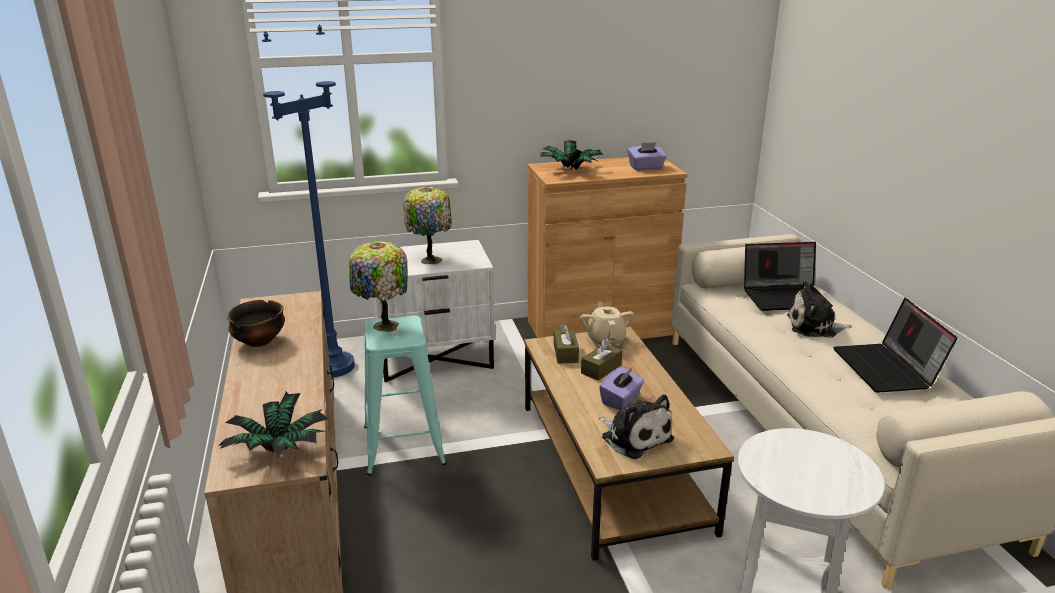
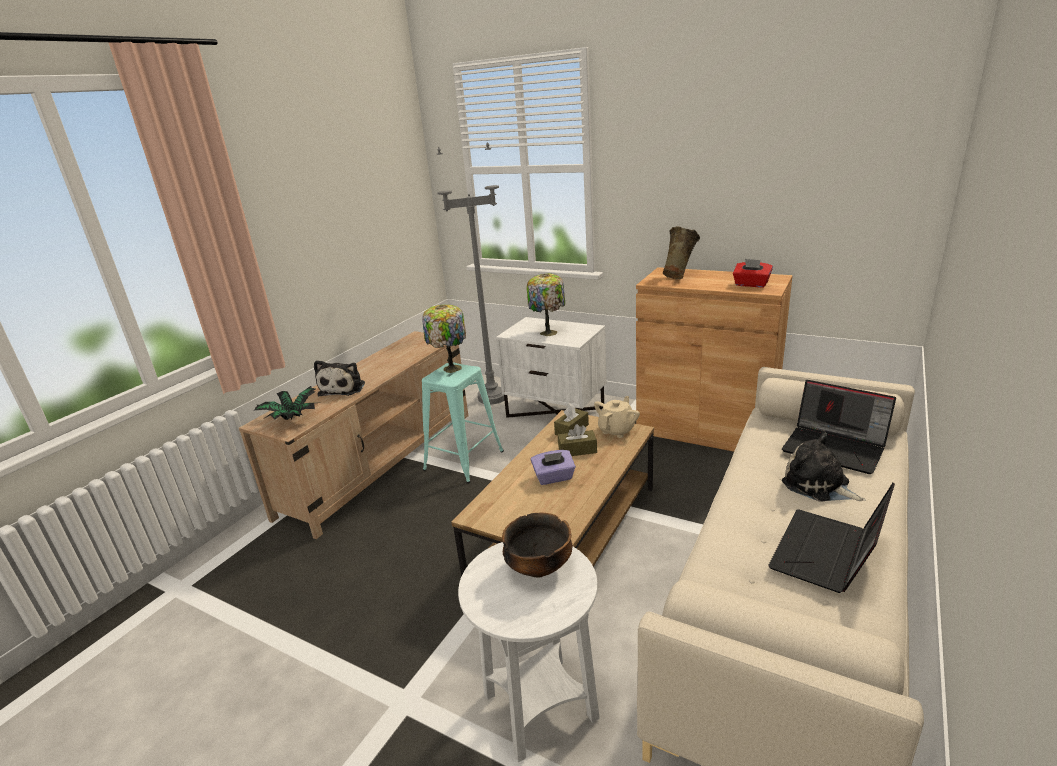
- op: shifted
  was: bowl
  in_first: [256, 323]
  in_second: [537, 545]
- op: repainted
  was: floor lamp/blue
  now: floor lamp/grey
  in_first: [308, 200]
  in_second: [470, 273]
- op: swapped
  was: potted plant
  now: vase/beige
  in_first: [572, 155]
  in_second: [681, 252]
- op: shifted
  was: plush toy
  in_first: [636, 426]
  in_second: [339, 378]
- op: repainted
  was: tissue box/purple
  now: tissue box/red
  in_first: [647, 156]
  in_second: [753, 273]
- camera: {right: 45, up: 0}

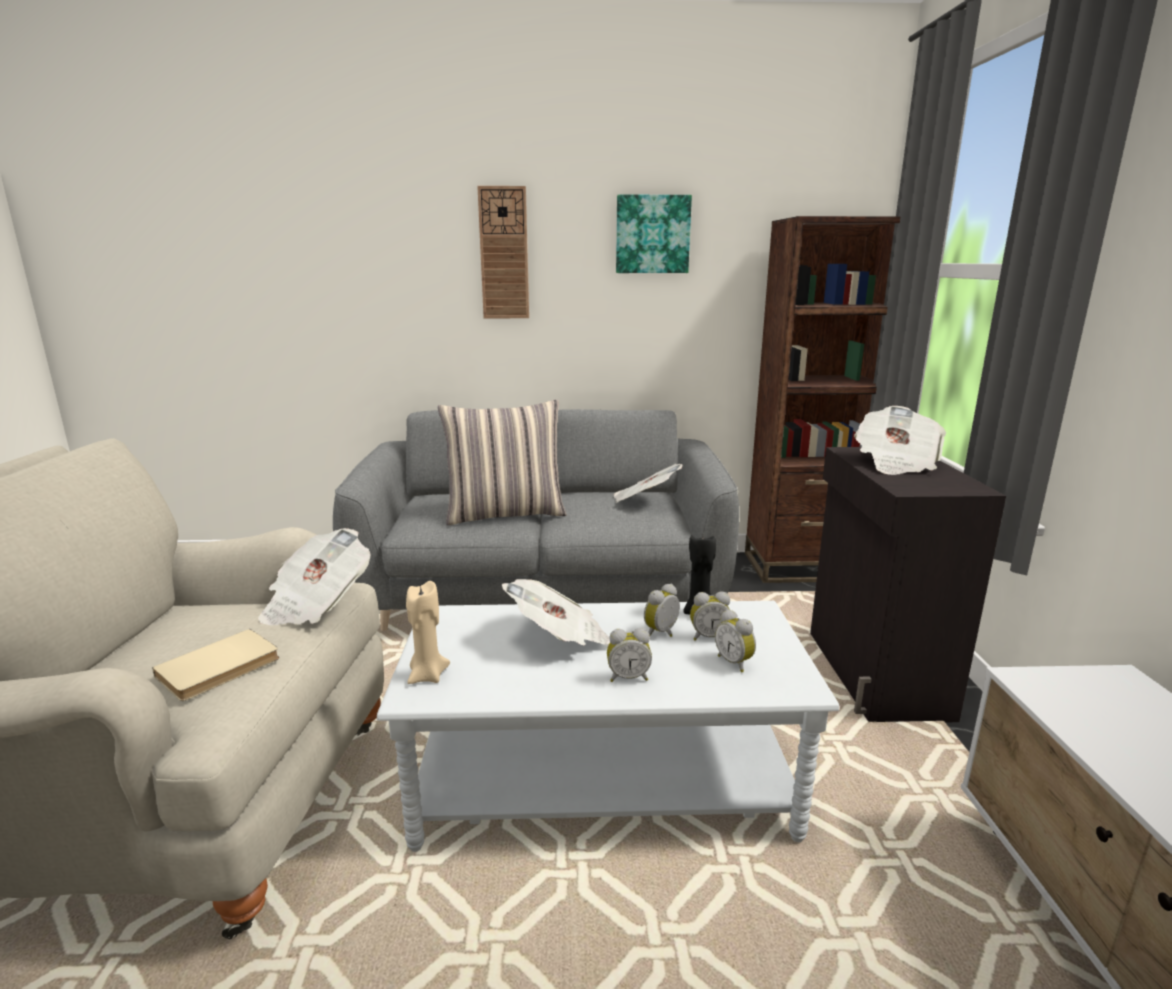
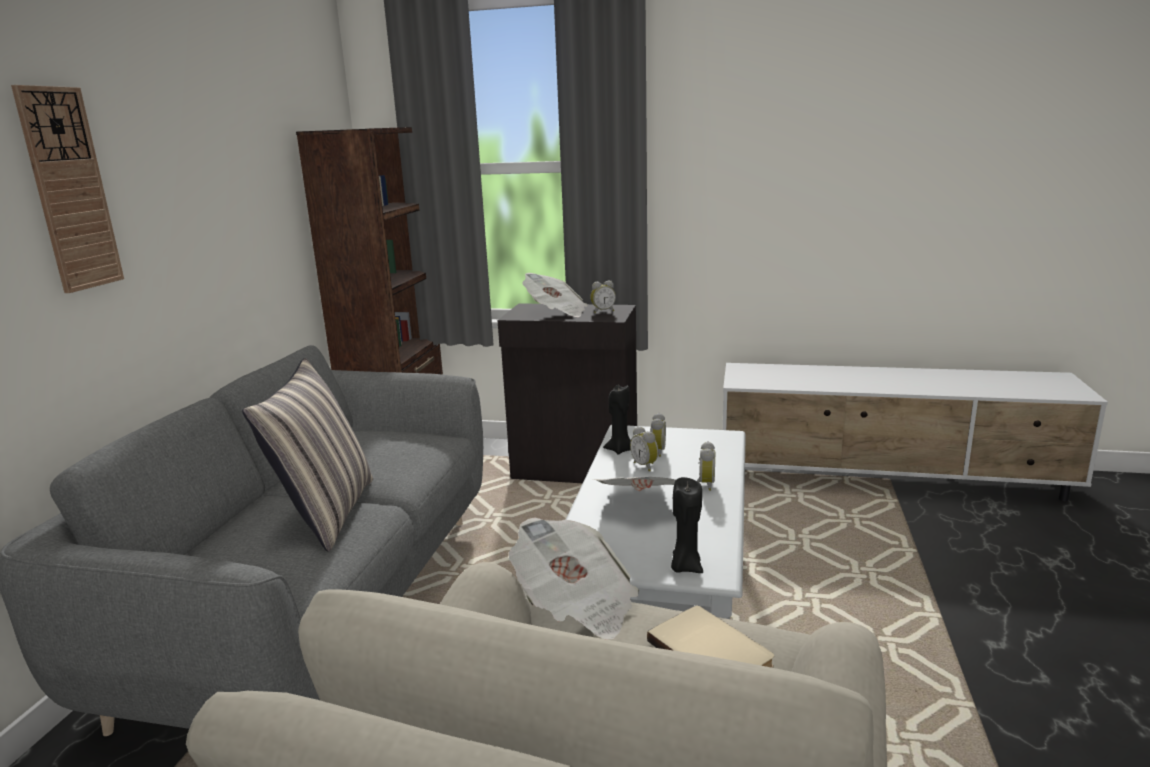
- op: repainted
  was: candle/beige
  now: candle/black
  in_first: [428, 632]
  in_second: [687, 525]
- op: gone
  was: newspaper
  in_first: [648, 483]
- op: gone
  was: picture
  in_first: [654, 234]
- op: shifted
  was: alarm clock
  in_first: [735, 640]
  in_second: [603, 296]
- camera: {right: -75, up: 0}

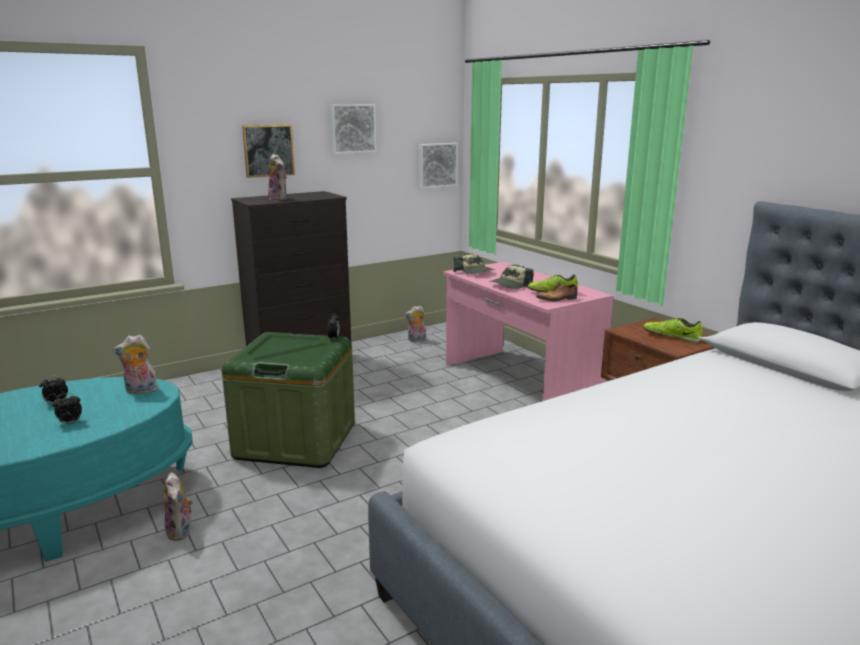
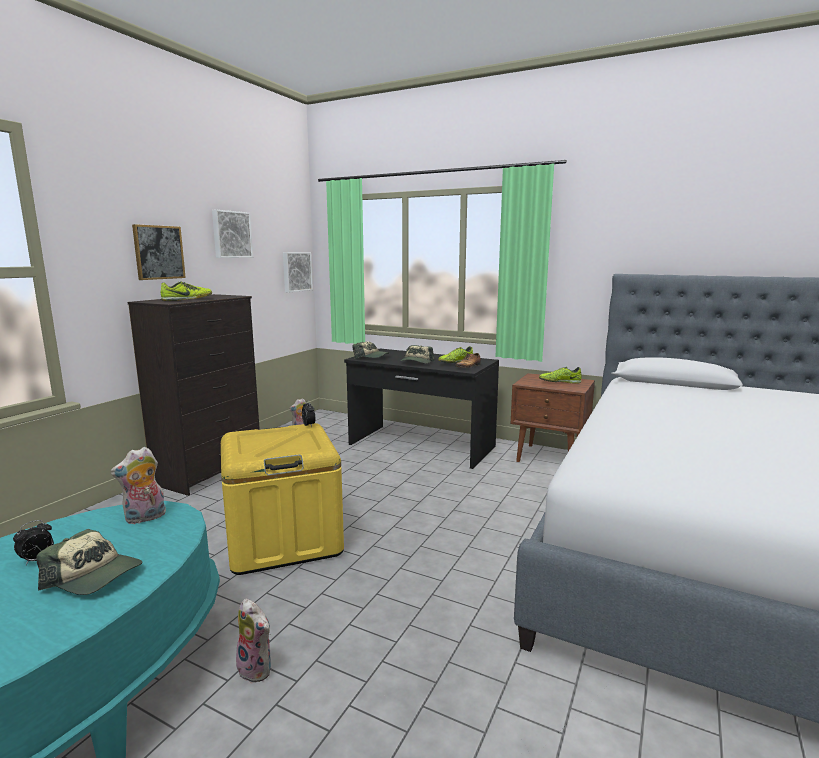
- op: swapped
  was: alarm clock
  now: cap
  in_first: [67, 409]
  in_second: [89, 562]
- op: repainted
  was: storage box/green
  now: storage box/yellow
  in_first: [288, 400]
  in_second: [282, 499]
- op: swapped
  was: plush toy
  now: shoe
  in_first: [277, 177]
  in_second: [186, 291]
- op: repainted
  was: desk/pink
  now: desk/black
  in_first: [528, 331]
  in_second: [421, 409]
- camera: {right: -30, up: -5}

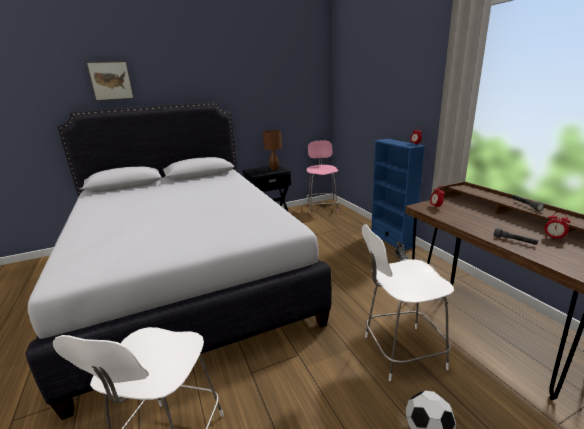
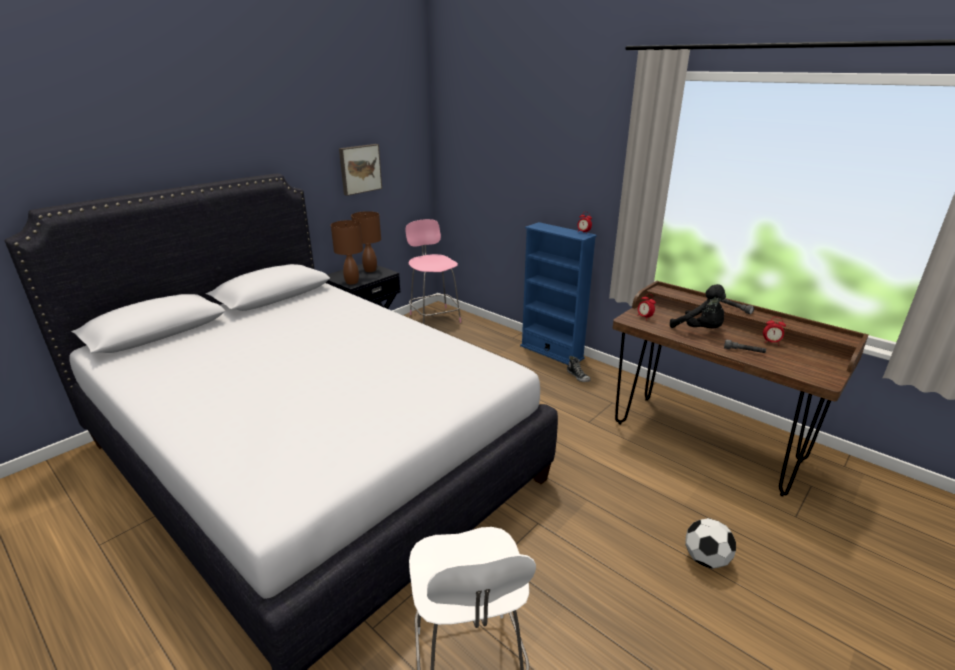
- op: shifted
  was: picture
  in_first: [110, 81]
  in_second: [360, 170]
- op: gone
  was: chair/white
  in_first: [408, 302]
- op: new
  now: table lamp/brown
  in_second: [347, 252]
- op: new
  now: plush toy/black
  in_second: [698, 306]
- camera: {right: -25, up: 5}

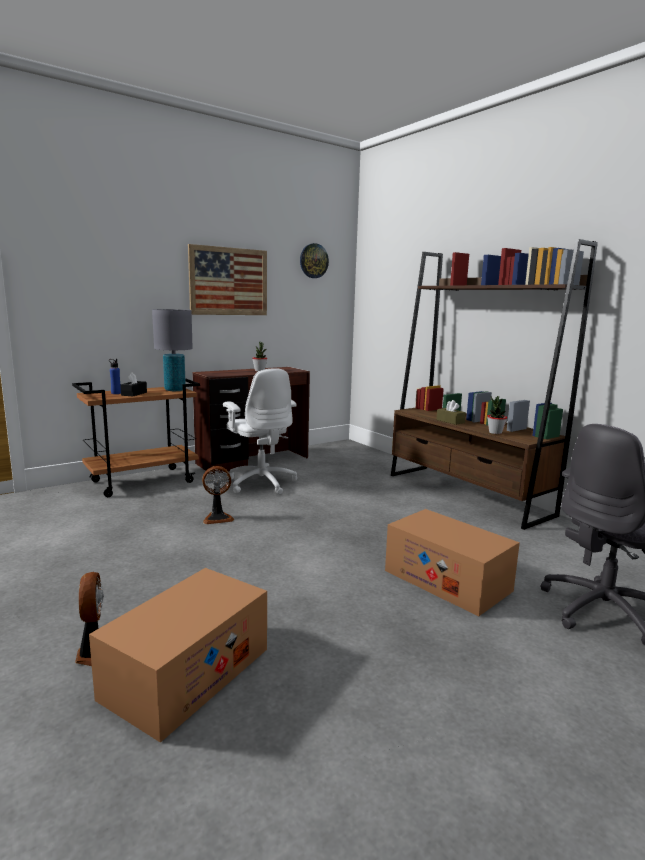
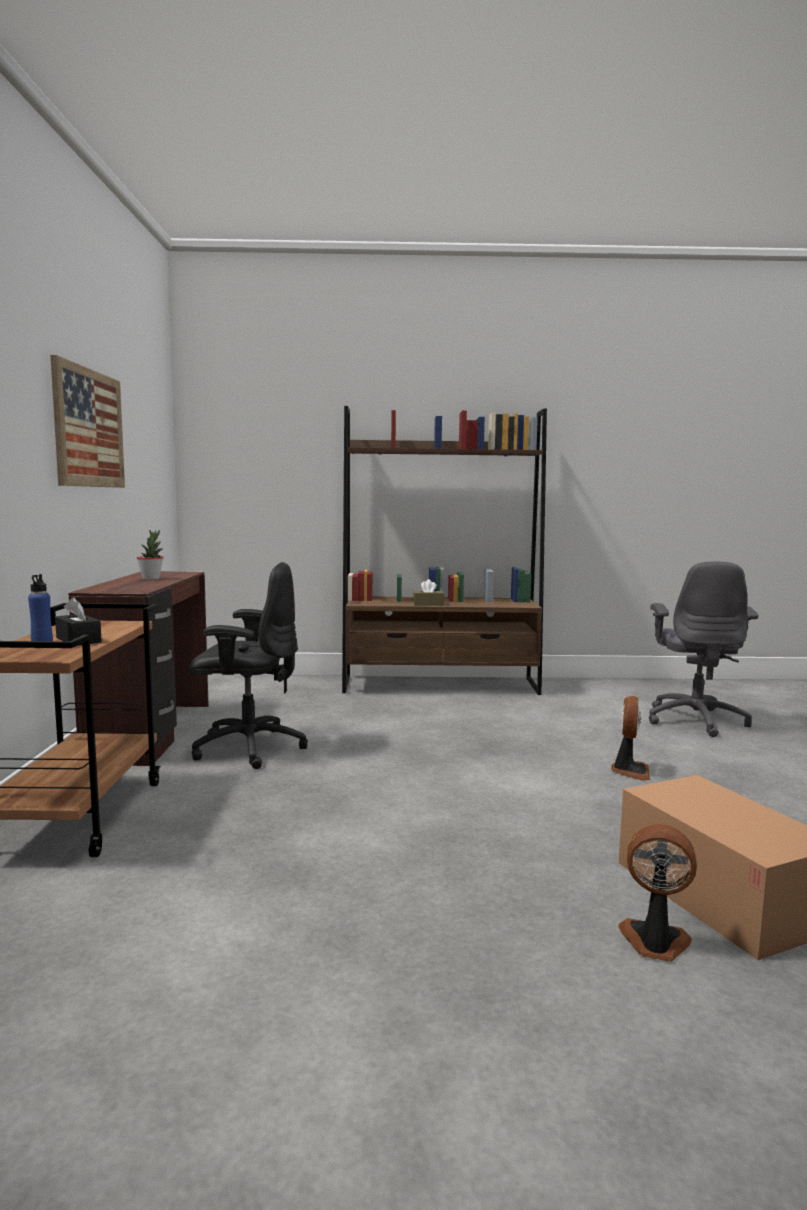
- op: gone
  was: table lamp/grey
  in_first: [172, 350]
- op: shifted
  was: fan
  in_first: [218, 495]
  in_second: [630, 738]
- op: repainted
  was: office chair/white
  now: office chair/black
  in_first: [260, 431]
  in_second: [248, 665]
- op: gone
  was: wall clock
  in_first: [314, 260]
- op: gone
  was: cardboard box
  in_first: [452, 562]
- op: gone
  was: potted plant
  in_first: [497, 415]
- camera: {right: -55, up: -5}

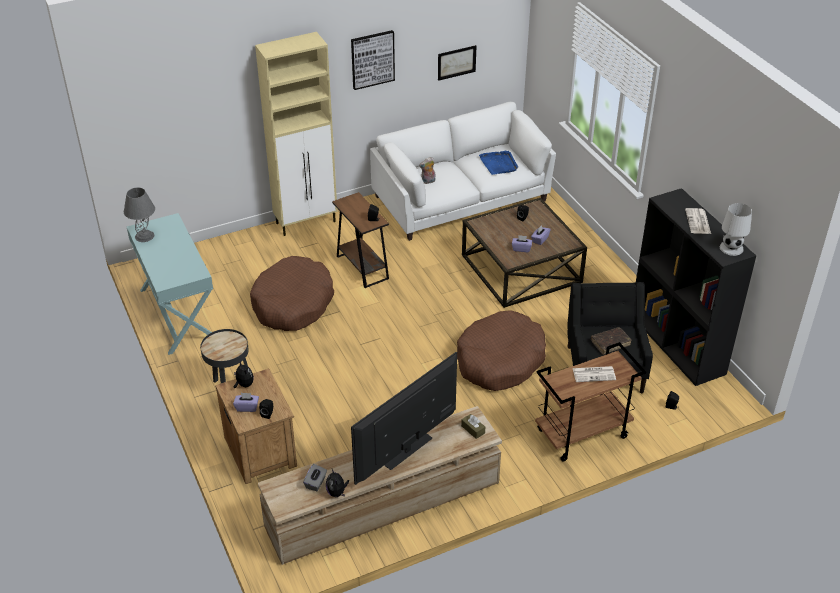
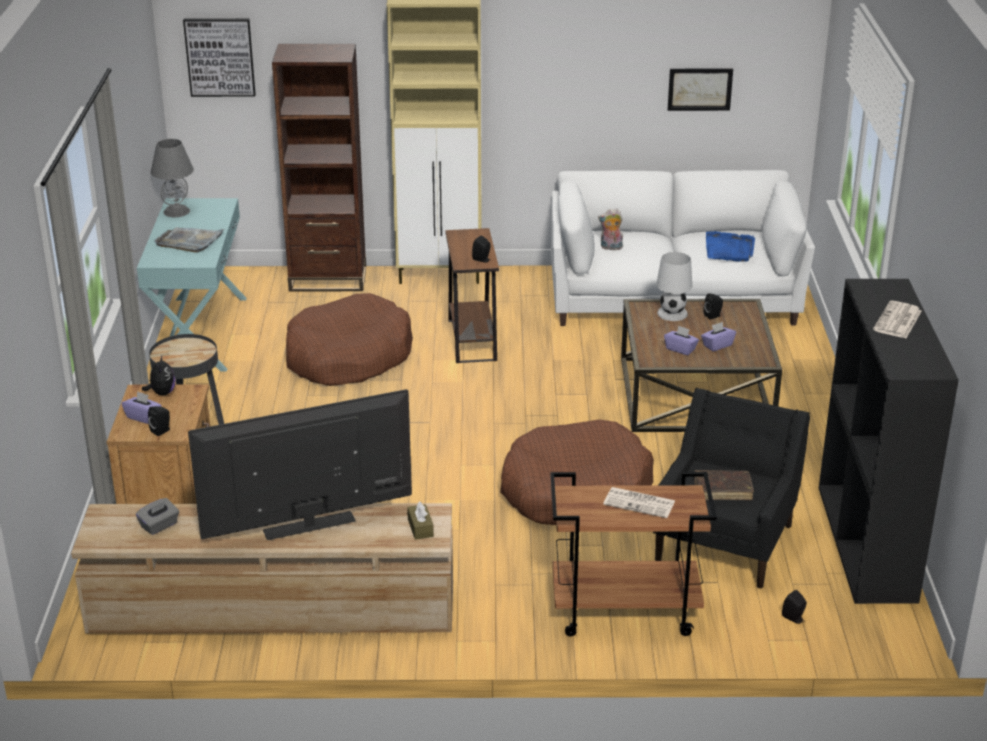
- op: gone
  was: plush toy
  in_first: [337, 483]
- op: shifted
  was: picture
  in_first: [373, 60]
  in_second: [219, 57]
- op: shifted
  was: table lamp/white
  in_first: [736, 229]
  in_second: [674, 286]
- op: new
  now: tray/grey
  in_second: [189, 240]
- op: new
  now: bookcase/brown
  in_second: [319, 167]
- camera: {right: 25, up: -10}

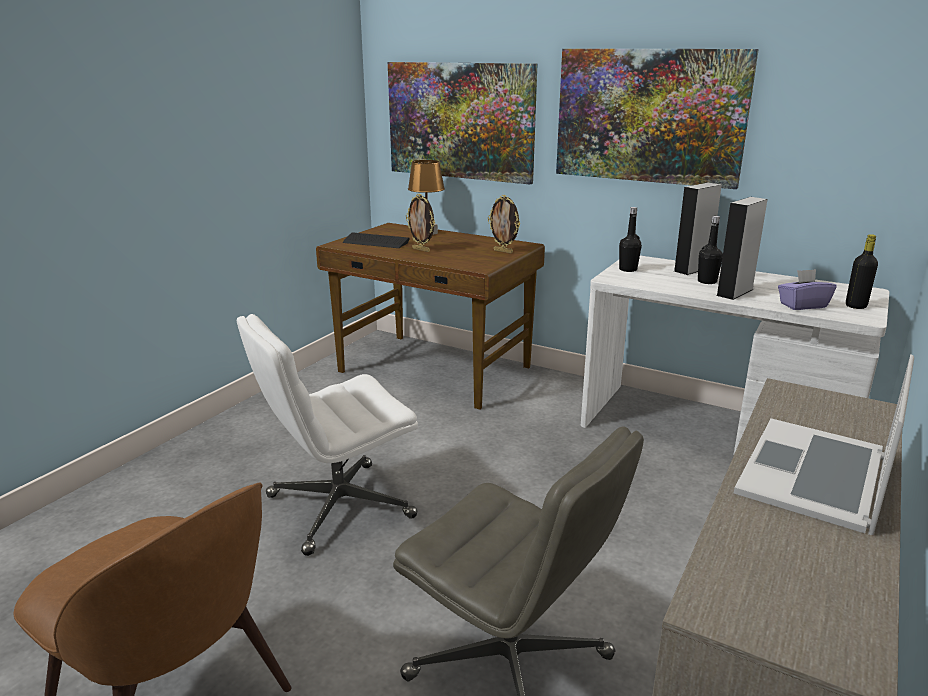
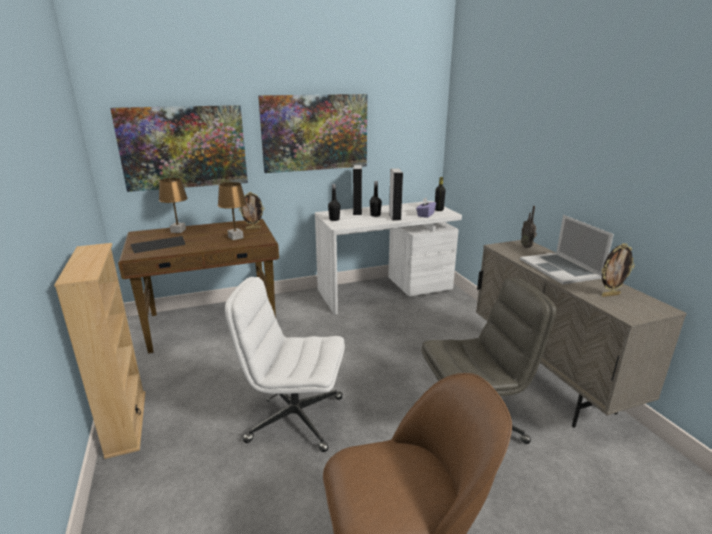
- op: rotated
  was: office chair/white
  in_first: [327, 435]
  in_second: [285, 364]
  clockwise: 90
- op: shifted
  was: picture frame
  in_first: [420, 223]
  in_second: [618, 270]
- op: new
  now: bookcase/beige
  in_second: [100, 351]
- op: new
  now: table lamp/brown
  in_second: [232, 211]
- op: new
  now: radio
  in_second: [529, 227]
- camera: {right: -50, up: 0}

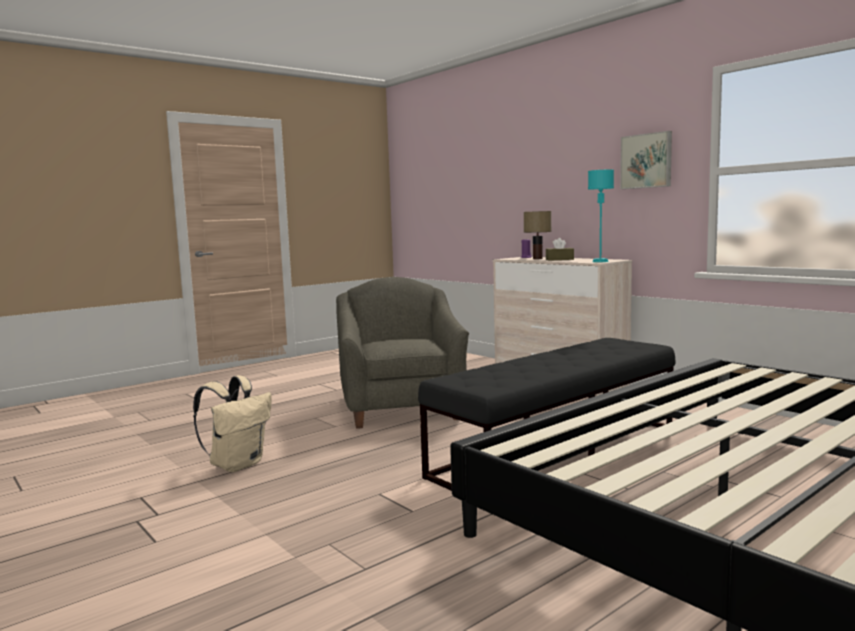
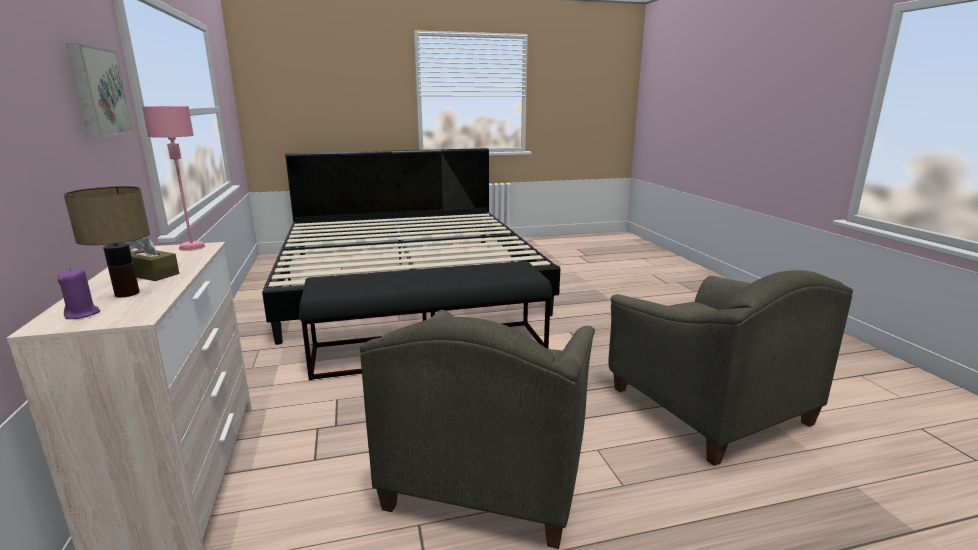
- op: swapped
  was: backpack/beige
  now: armchair/grey
  in_first: [232, 423]
  in_second: [730, 368]
- op: repainted
  was: table lamp/turquoise
  now: table lamp/pink
  in_first: [601, 216]
  in_second: [174, 178]
- camera: {right: -155, up: 10}

